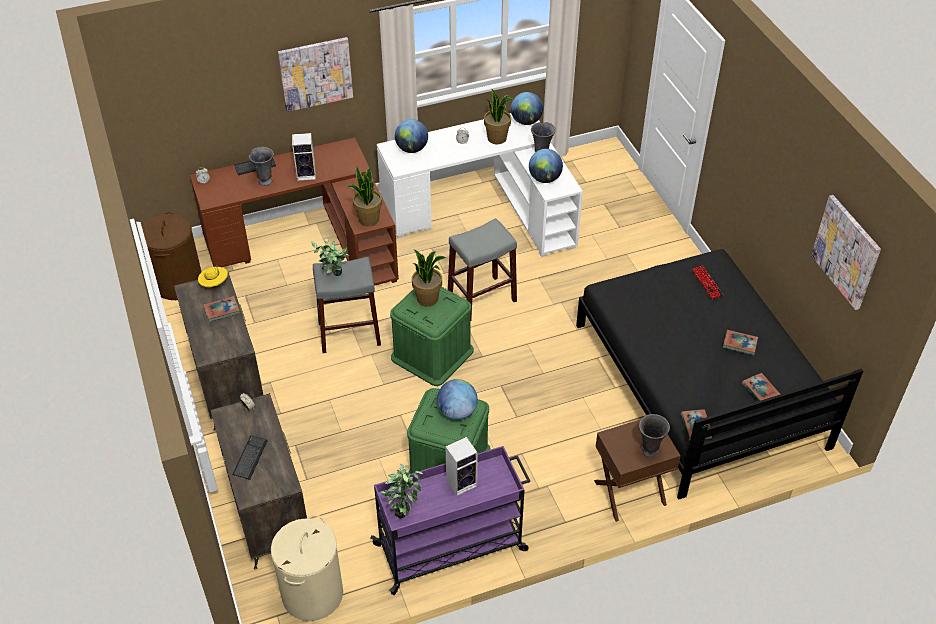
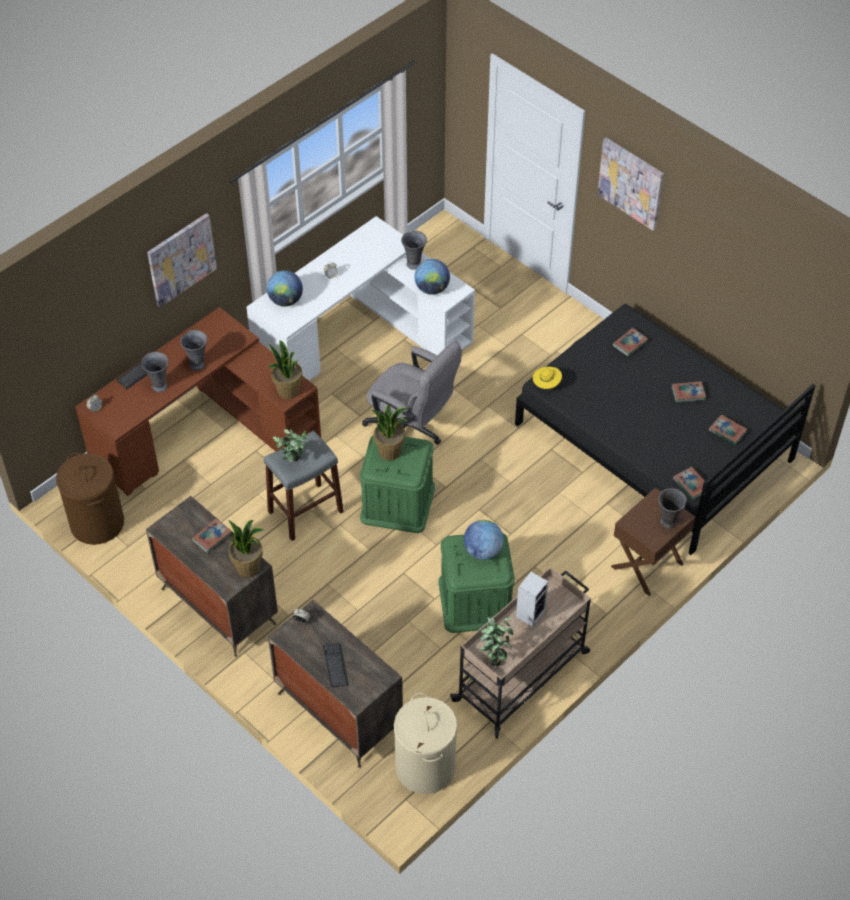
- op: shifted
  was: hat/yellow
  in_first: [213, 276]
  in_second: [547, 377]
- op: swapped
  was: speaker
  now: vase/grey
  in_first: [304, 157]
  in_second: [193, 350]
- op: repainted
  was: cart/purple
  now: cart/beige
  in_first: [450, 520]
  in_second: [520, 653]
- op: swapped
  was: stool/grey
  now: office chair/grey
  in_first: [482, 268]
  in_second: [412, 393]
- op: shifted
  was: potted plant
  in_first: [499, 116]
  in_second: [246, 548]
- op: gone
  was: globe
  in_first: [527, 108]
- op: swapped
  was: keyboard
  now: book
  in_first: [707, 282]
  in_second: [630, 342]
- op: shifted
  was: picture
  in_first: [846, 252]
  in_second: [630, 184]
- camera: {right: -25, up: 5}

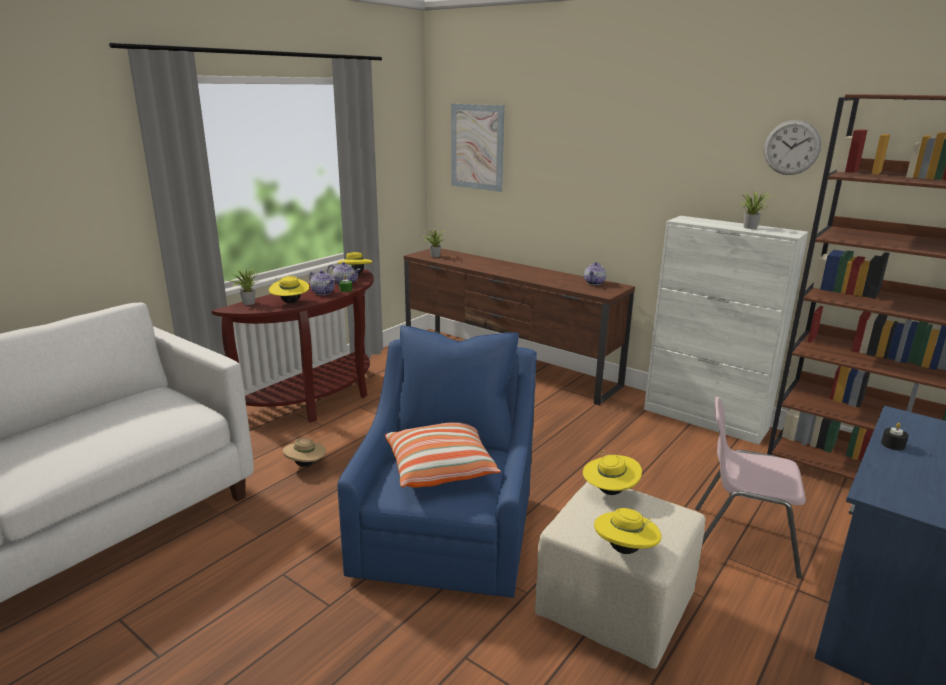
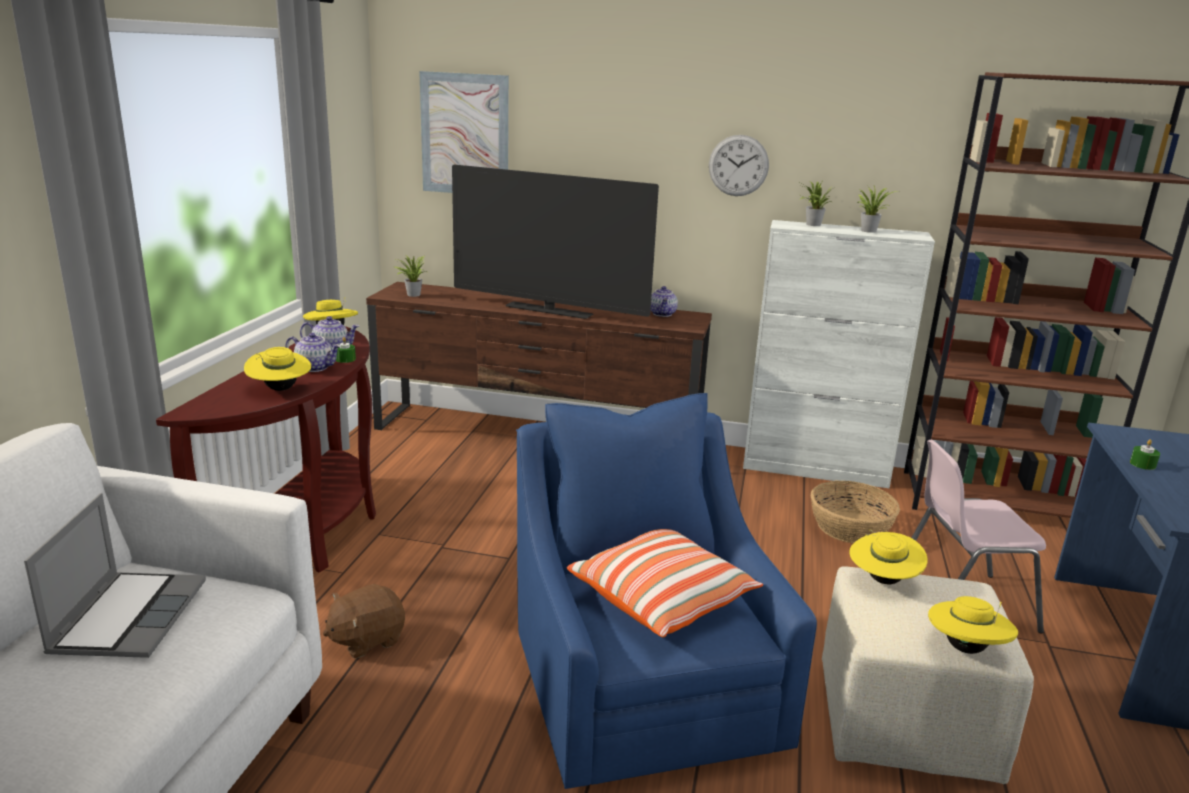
- op: shifted
  was: potted plant
  in_first: [243, 286]
  in_second: [816, 203]
- op: swapped
  was: hat/beige
  now: plush toy/brown
  in_first: [304, 452]
  in_second: [364, 621]
- op: shifted
  was: wall clock
  in_first: [792, 147]
  in_second: [739, 165]
- op: repainted
  was: candle/black
  now: candle/green
  in_first: [895, 436]
  in_second: [1145, 454]
- op: new
  now: laptop
  in_second: [115, 575]
- op: new
  now: television
  in_second: [555, 241]
- op: new
  now: basket
  in_second: [855, 512]
- camera: {right: -25, up: 0}

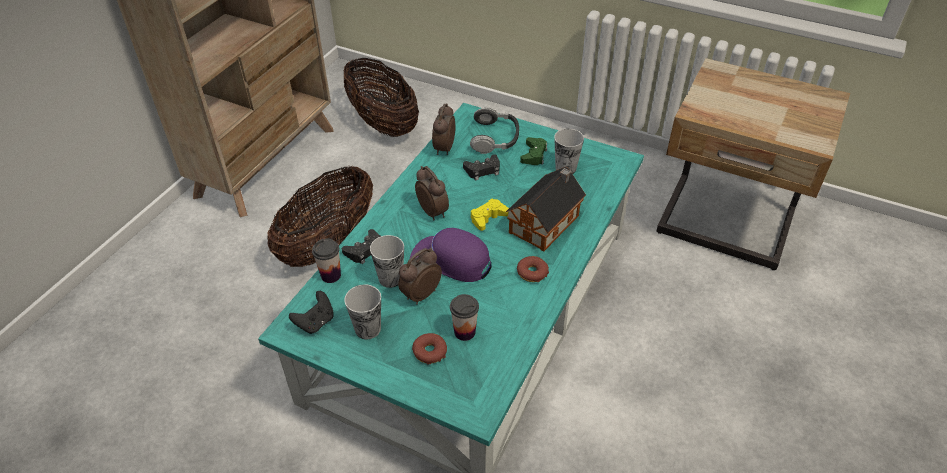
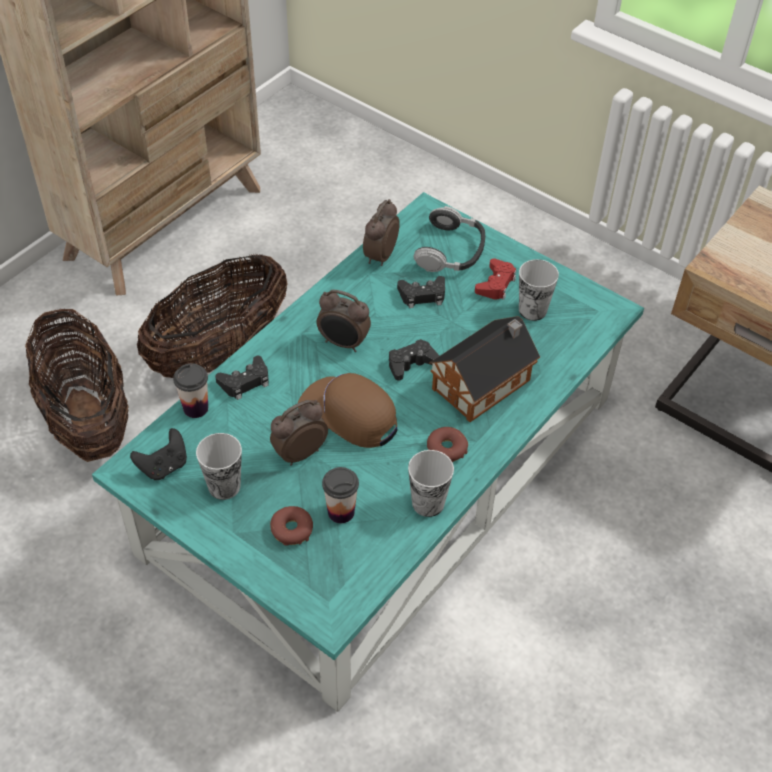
- op: shifted
  was: basket
  in_first: [381, 97]
  in_second: [77, 385]
- op: shifted
  was: cup
  in_first: [387, 261]
  in_second: [431, 483]
- op: repainted
  was: cap/purple
  now: cap/brown
  in_first: [451, 255]
  in_second: [347, 410]
- op: rotated
  was: alarm clock
  in_first: [432, 193]
  in_second: [343, 321]
  clockwise: 135
- op: repainted
  was: game controller/yellow
  now: game controller/black
  in_first: [490, 215]
  in_second: [414, 360]
- op: repainted
  was: game controller/green
  now: game controller/red
  in_first: [533, 151]
  in_second: [495, 279]
- camera: {right: 10, up: 5}

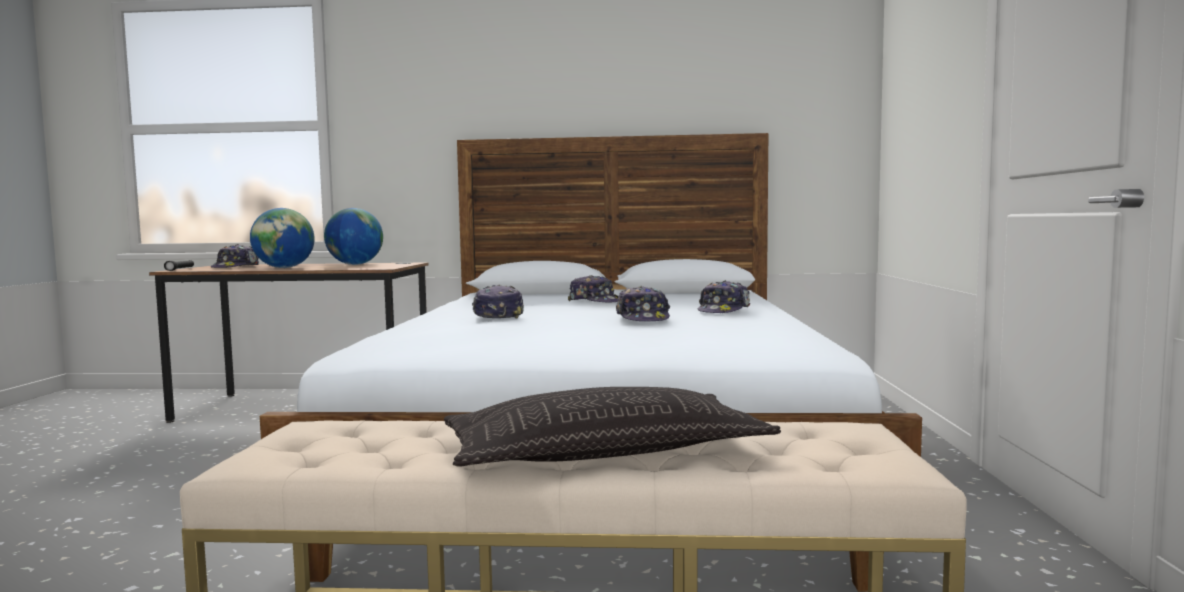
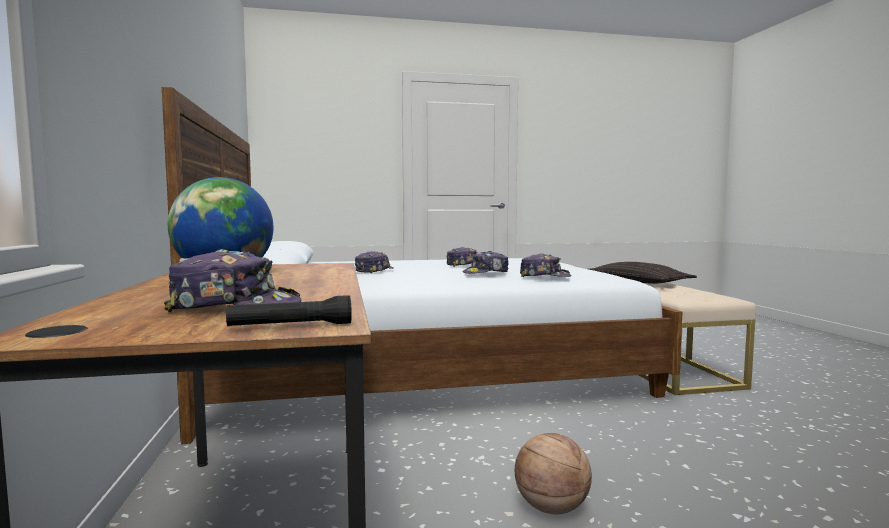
- op: gone
  was: globe
  in_first: [282, 238]
- op: shifted
  was: cap
  in_first: [723, 296]
  in_second: [546, 265]
- op: new
  now: basketball
  in_second: [553, 473]
- camera: {right: -105, up: 0}

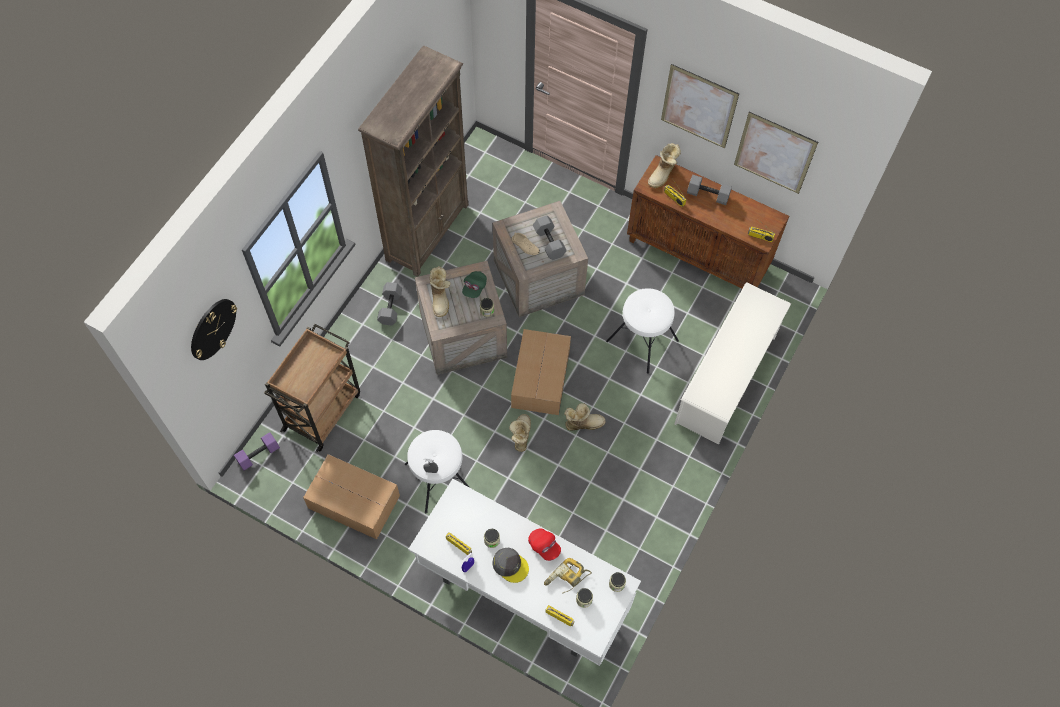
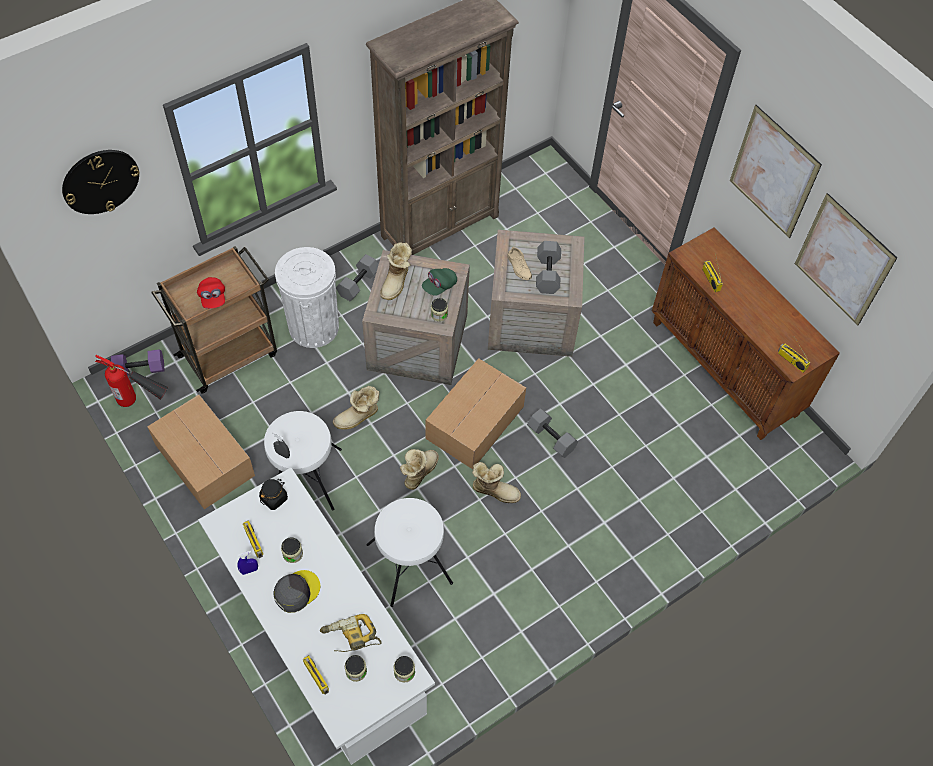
- op: rotated
  was: cap/grey
  in_first: [510, 565]
  in_second: [296, 591]
  clockwise: -105
- op: shifted
  was: cap/red
  in_first: [544, 544]
  in_second: [211, 293]
- op: shifted
  was: stool/white
  in_first: [642, 331]
  in_second: [410, 552]
- op: shifted
  was: boot
  in_first: [664, 165]
  in_second: [356, 408]
- op: gone
  was: shoe rack/white
  in_first: [732, 363]
- op: shifted
  was: dumbbell/grey
  in_first: [709, 190]
  in_second: [552, 433]
- op: new
  now: fire extinguisher
  in_second: [131, 381]
- op: new
  now: jar/black
  in_second: [273, 494]
- op: new
  now: trash can/white
  in_second: [307, 297]
- camera: {right: 25, up: -5}

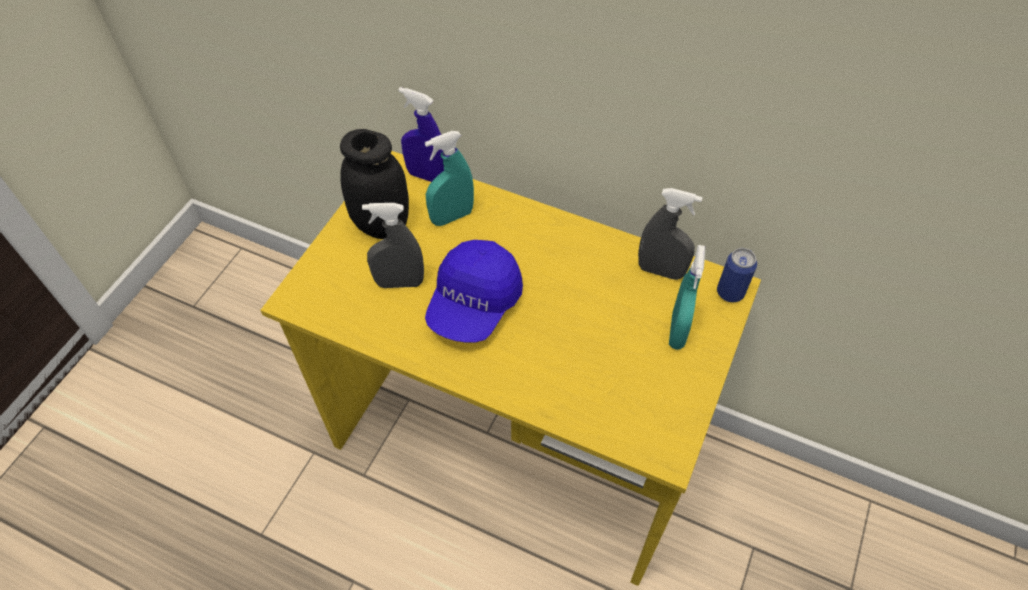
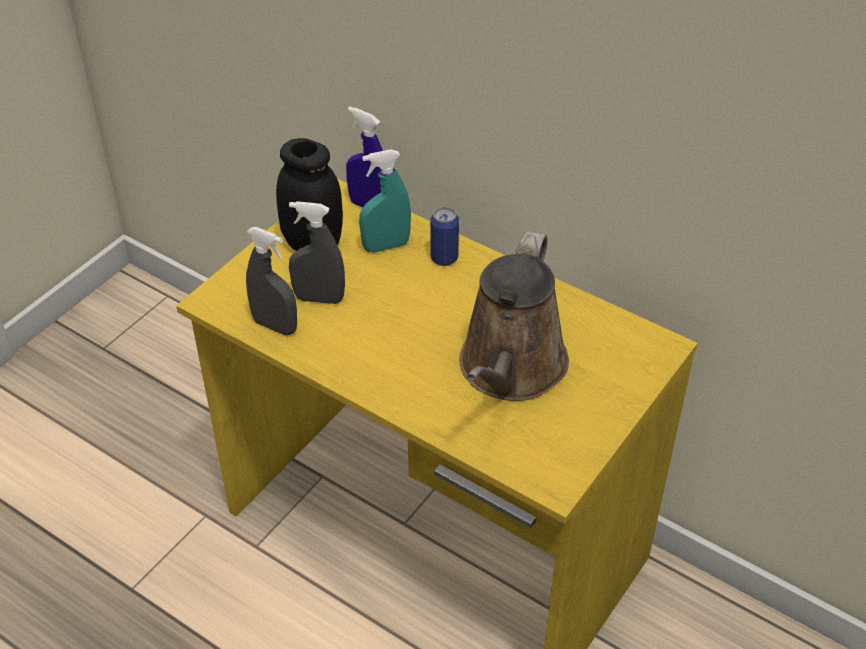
- op: gone
  was: cap/blue
  in_first: [474, 291]
- op: shifted
  was: spray bottle/grey
  in_first: [670, 234]
  in_second: [271, 281]
- op: gone
  was: spray bottle/turquoise
  in_first: [687, 297]
- op: shifted
  was: can
  in_first: [737, 275]
  in_second: [444, 236]
- op: new
  now: watering can/brown
  in_second: [514, 316]
- camera: {right: 10, up: -10}

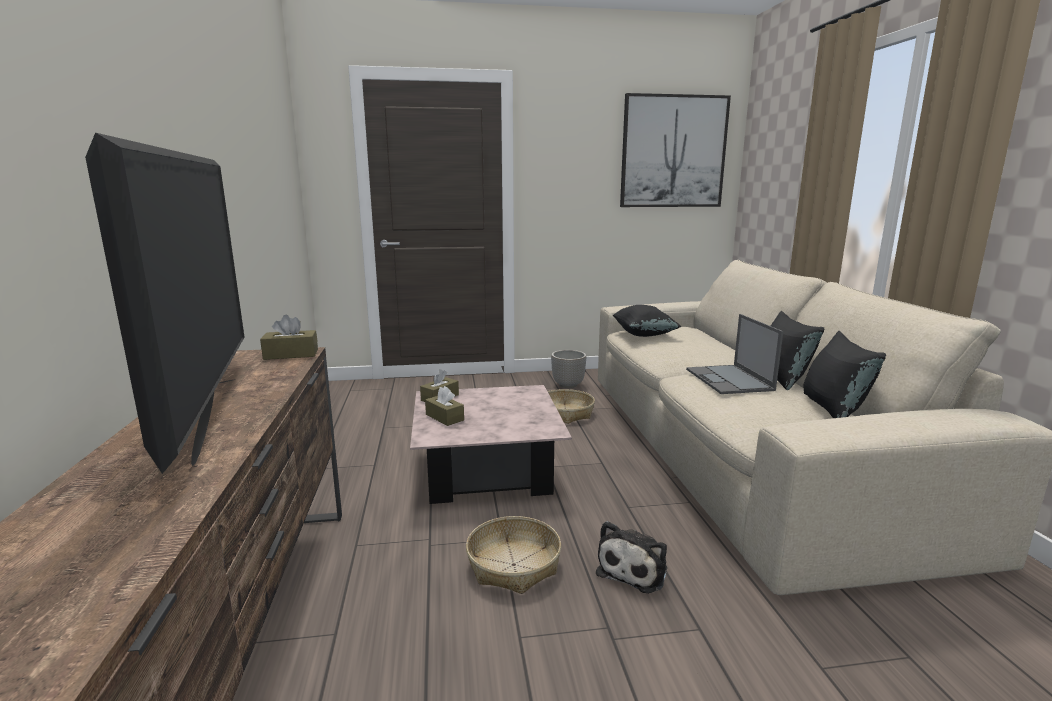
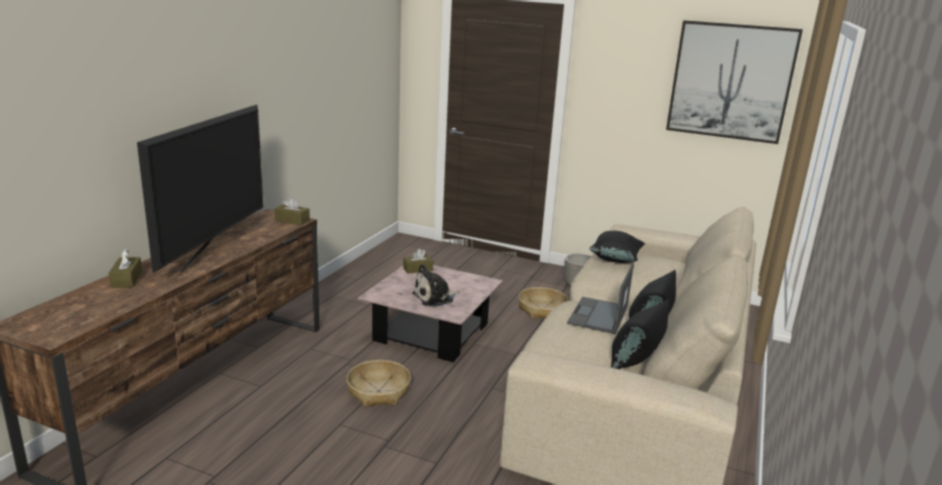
- op: shifted
  was: tissue box/brown
  in_first: [444, 406]
  in_second: [125, 268]
- op: shifted
  was: plush toy
  in_first: [631, 557]
  in_second: [435, 285]
- camera: {right: 30, up: 5}

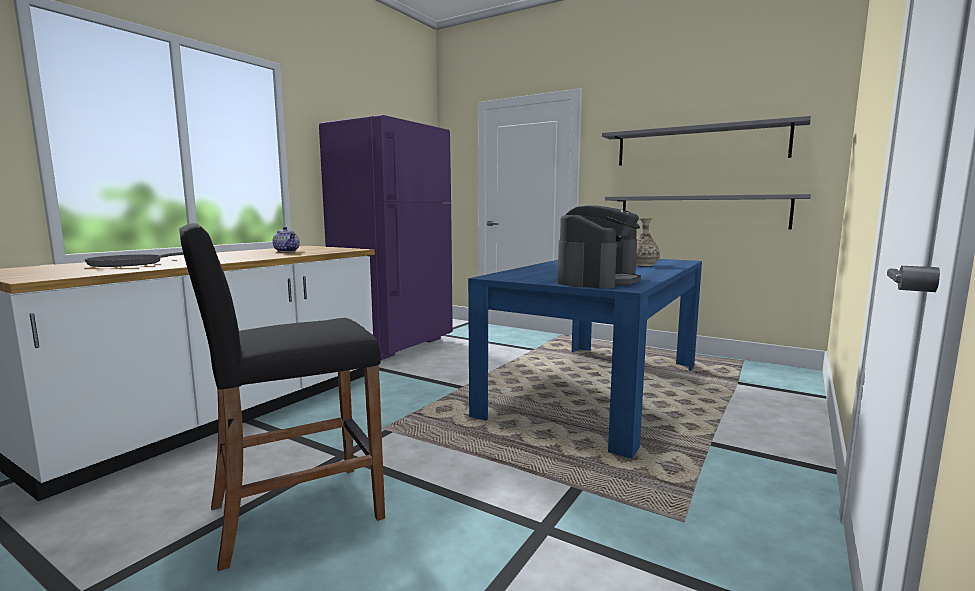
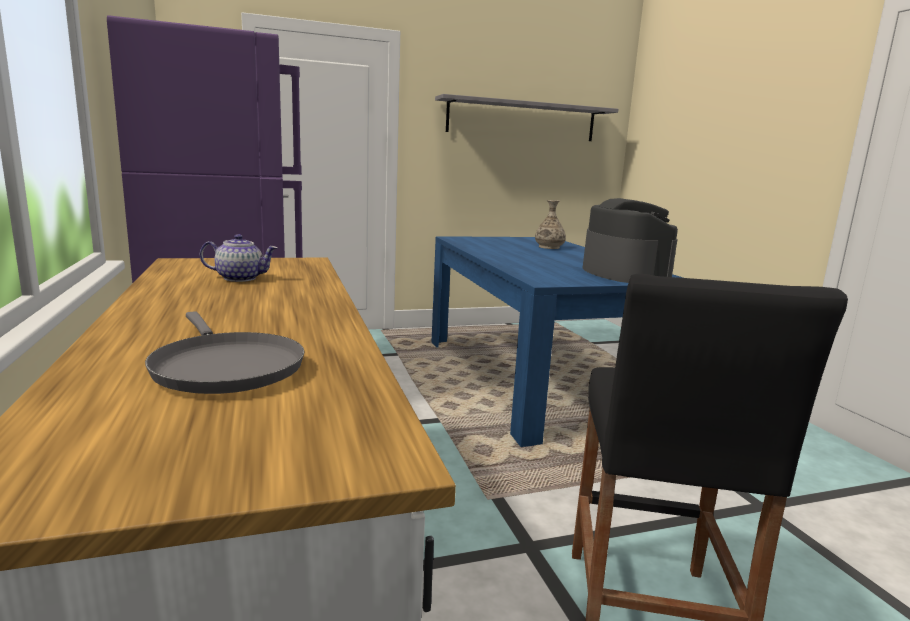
- op: gone
  was: shelf/grey
  in_first: [708, 212]
- camera: {right: -50, up: 5}

